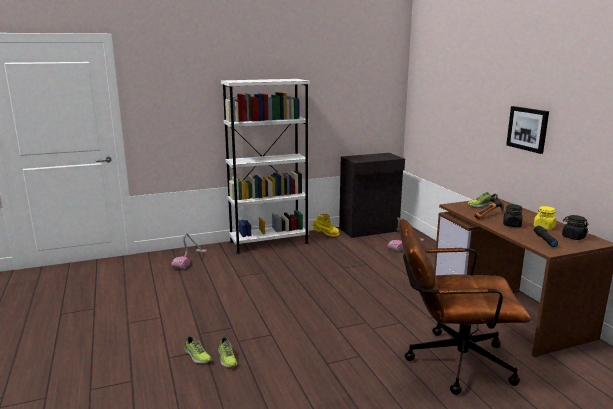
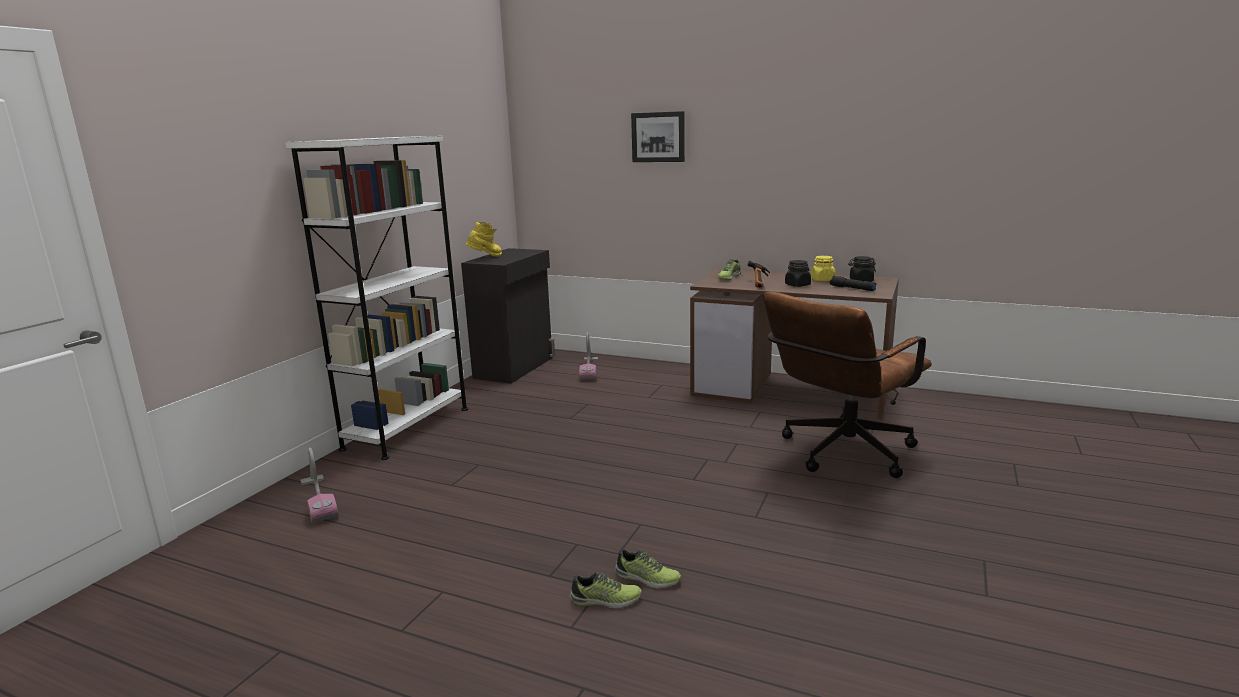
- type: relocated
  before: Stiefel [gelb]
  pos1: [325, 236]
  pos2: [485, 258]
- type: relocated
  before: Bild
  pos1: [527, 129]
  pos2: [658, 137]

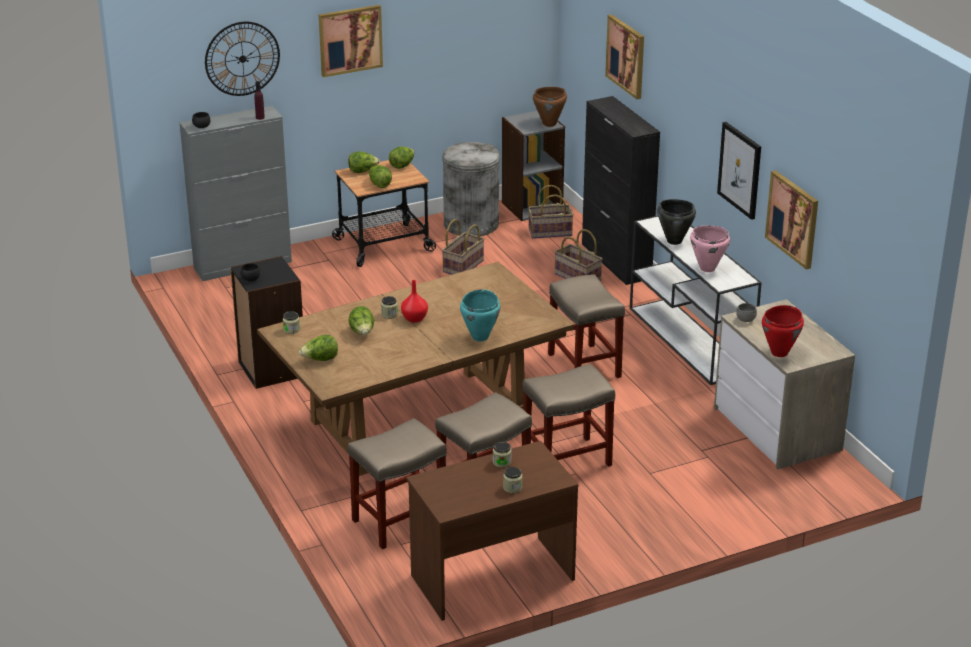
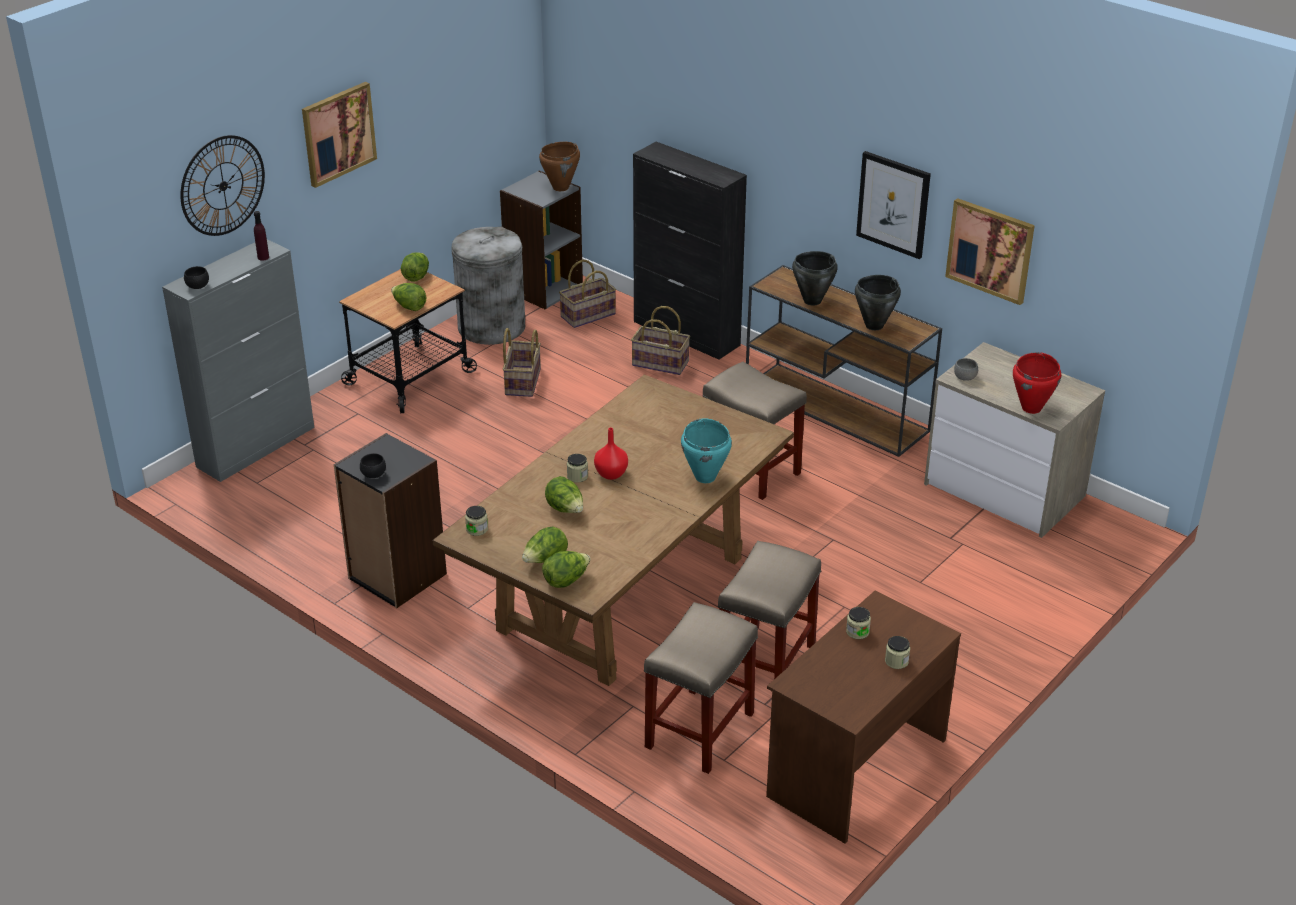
- type: missing
  before: Hocker [beige]
  pos1: [566, 460]
- type: missing
  before: Bild
  pos1: [626, 56]
- type: relocated
  before: Salatkopf
  pos1: [363, 171]
  pos2: [566, 580]
- type: colour
  before: Konsolentisch [weiß]
  after: Konsolentisch [braun]
  pos1: [690, 341]
  pos2: [837, 409]
- type: colour
  before: Kochtopf [rosa]
  after: Kochtopf [schwarz]
  pos1: [707, 268]
  pos2: [873, 325]

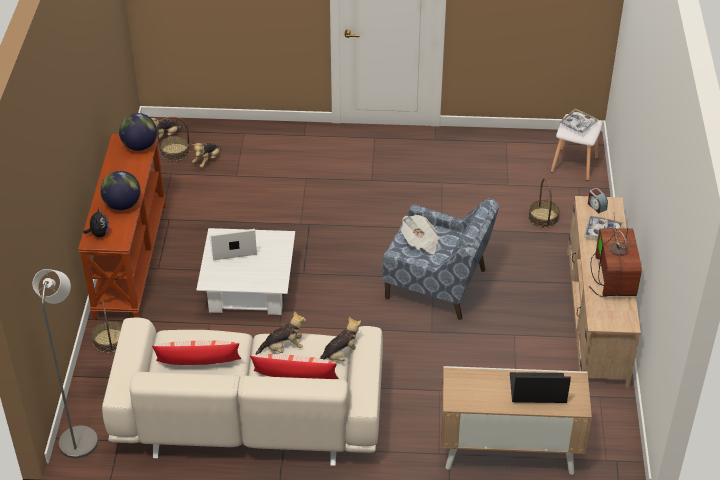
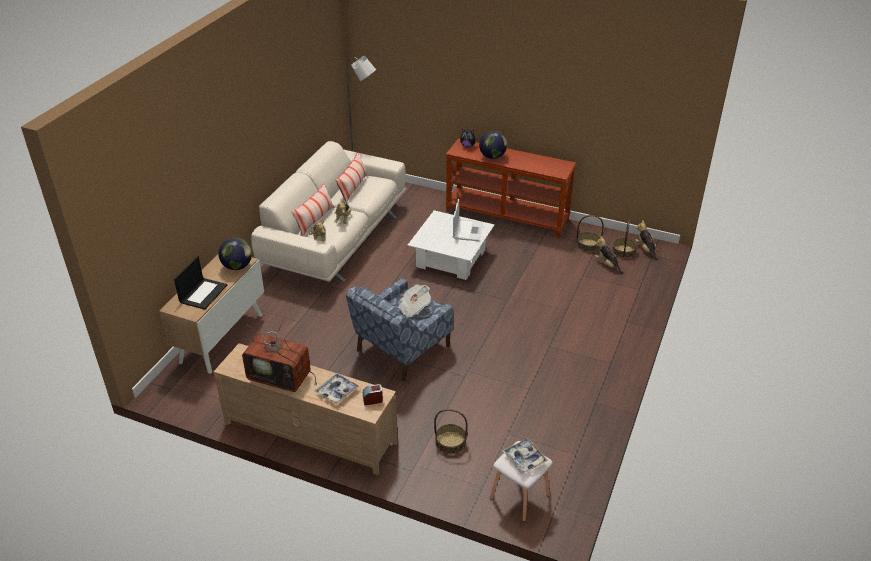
- type: relocated
  before: Korb
  pos1: [110, 340]
  pos2: [588, 245]
- type: relocated
  before: Globus
  pos1: [140, 146]
  pos2: [237, 266]

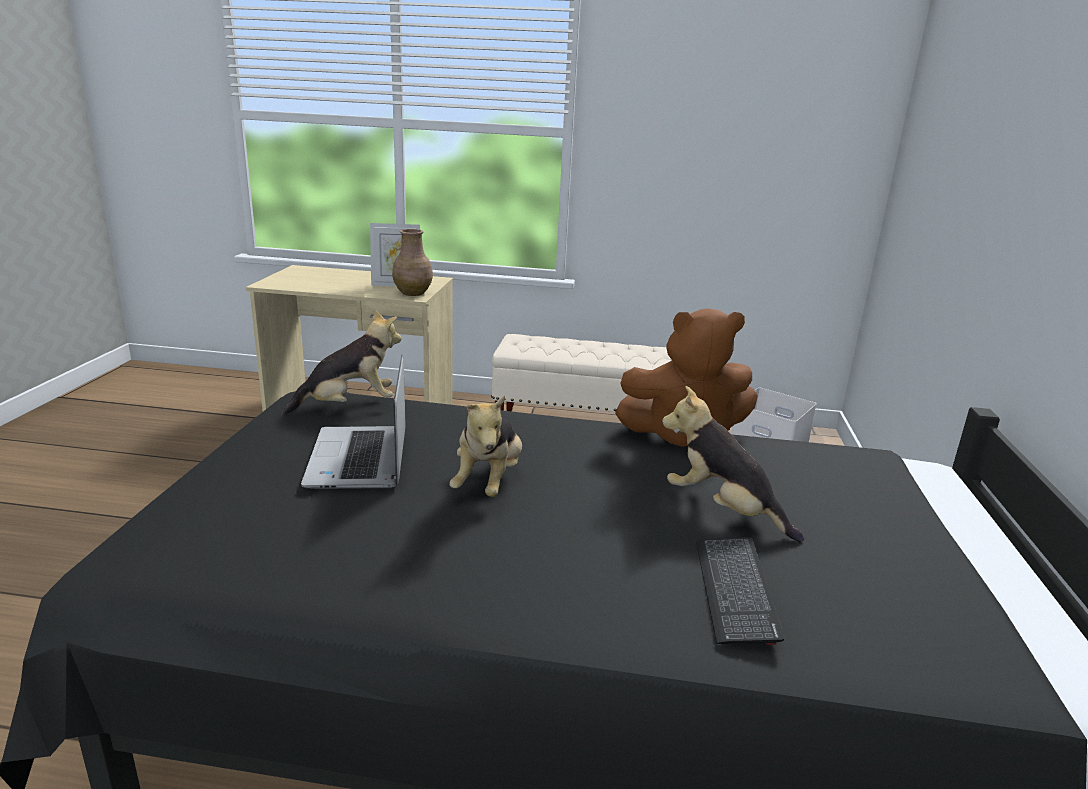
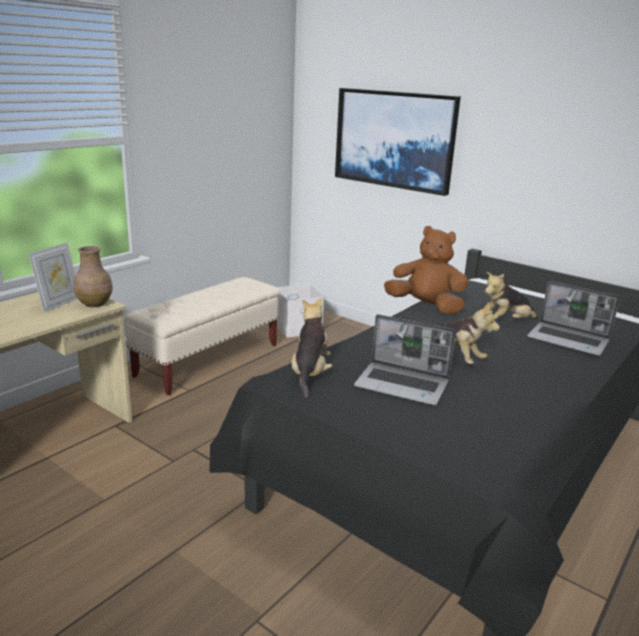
- type: appeared
  after: Bild
  pos2: [394, 139]
- type: exchanged
  before: Tastatur
  after: Laptop
  pos1: [735, 590]
  pos2: [569, 340]
- type: spun
  before: Plüschtier [braun]
  pos1: [684, 436]
  pos2: [426, 306]
  turn: -90

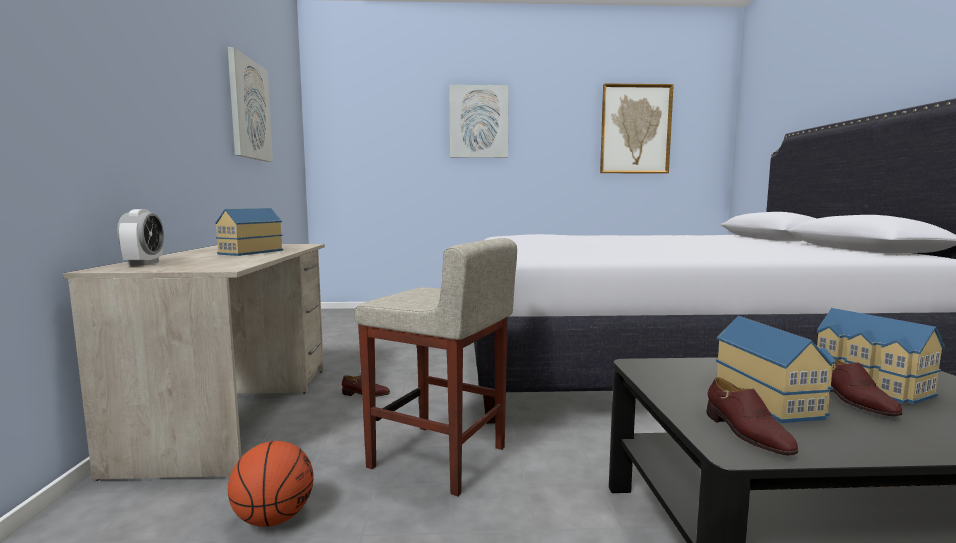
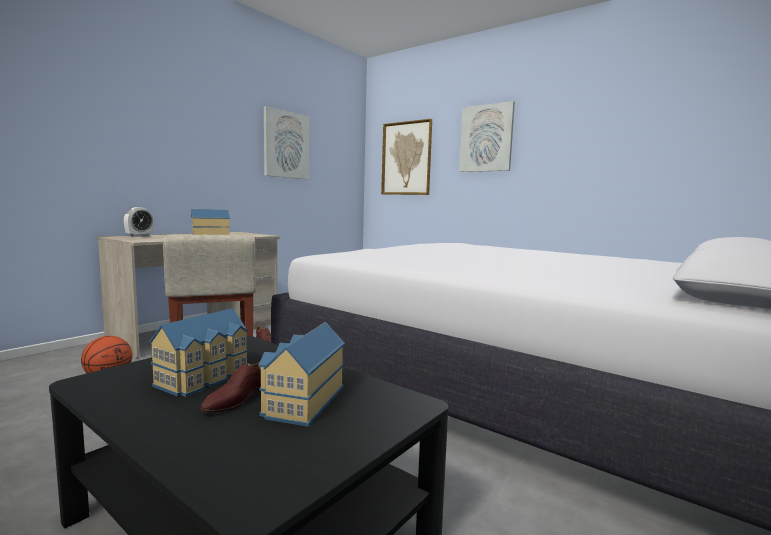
- type: missing
  before: Schuh [braun]
  pos1: [746, 433]
- type: relocated
  before: Bild
  pos1: [635, 129]
  pos2: [406, 158]

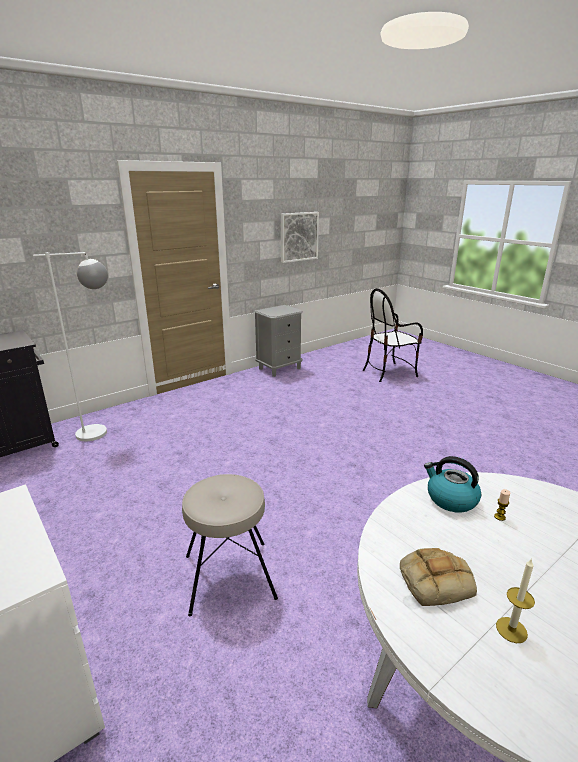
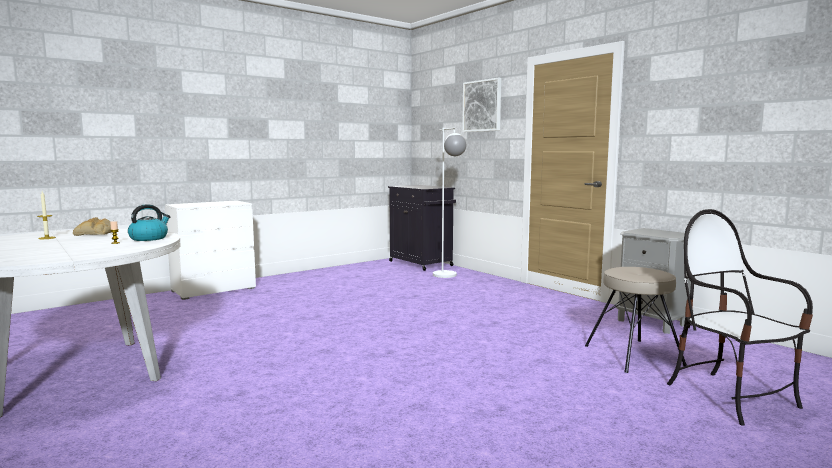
- type: relocated
  before: Hocker [beige]
  pos1: [229, 575]
  pos2: [634, 355]
- type: relocated
  before: Bild
  pos1: [298, 236]
  pos2: [482, 106]

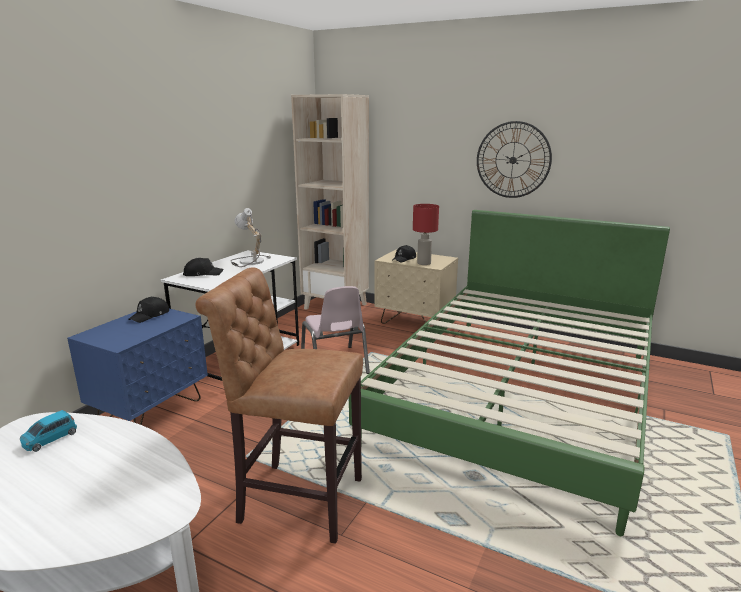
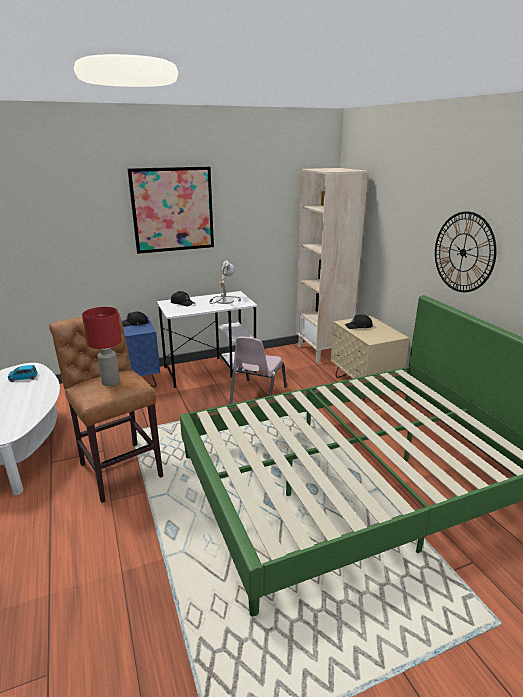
- type: appeared
  after: Bild
  pos2: [172, 210]
- type: relocated
  before: Tischlampe [rot]
  pos1: [423, 263]
  pos2: [110, 382]

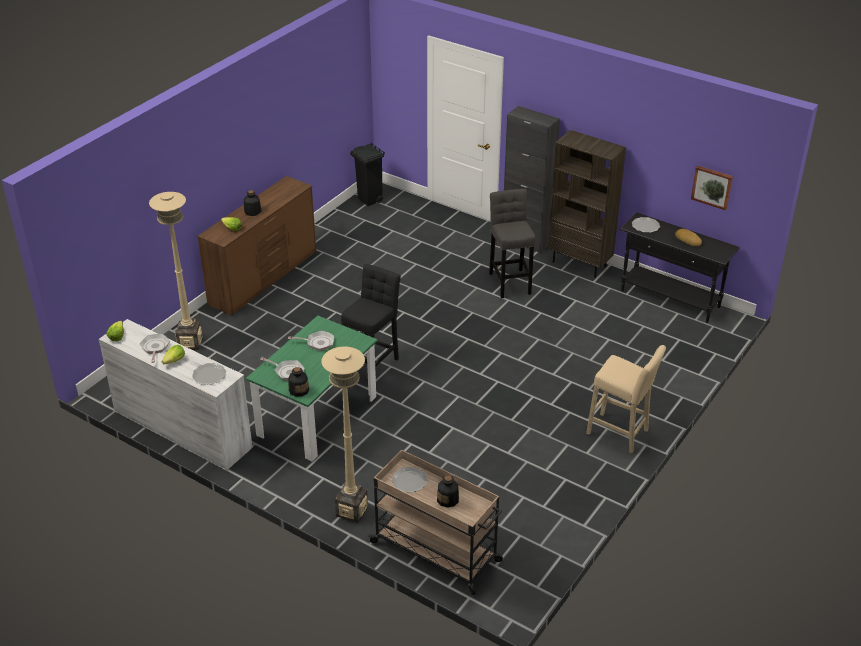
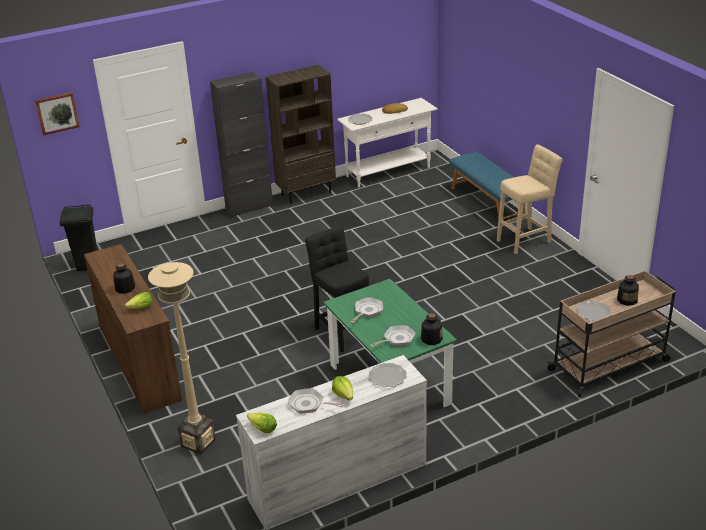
- type: missing
  before: Stehlampe [beige]
  pos1: [351, 511]
- type: missing
  before: Hocker [grau]
  pos1: [510, 281]
- type: appeared
  after: Bank [blau]
  pos2: [488, 203]
- type: relocated
  before: Bild
  pos1: [712, 187]
  pos2: [57, 113]
- type: colour
  before: Konsolentisch [schwarz]
  after: Konsolentisch [weiß]
  pos1: [670, 299]
  pos2: [388, 172]

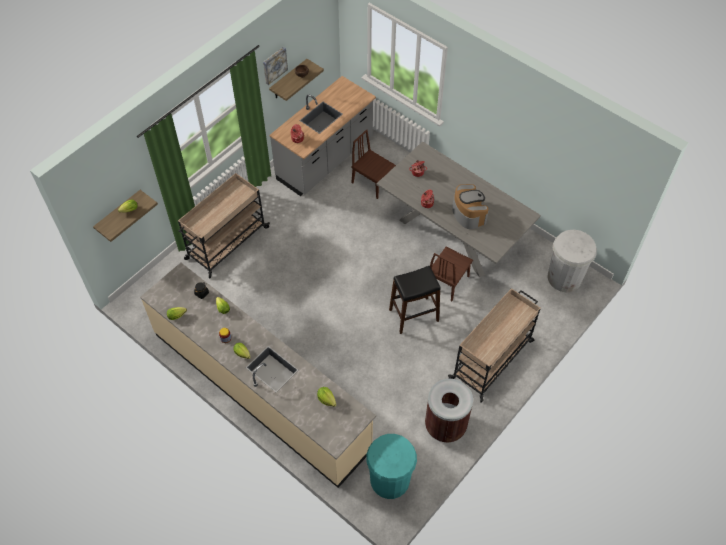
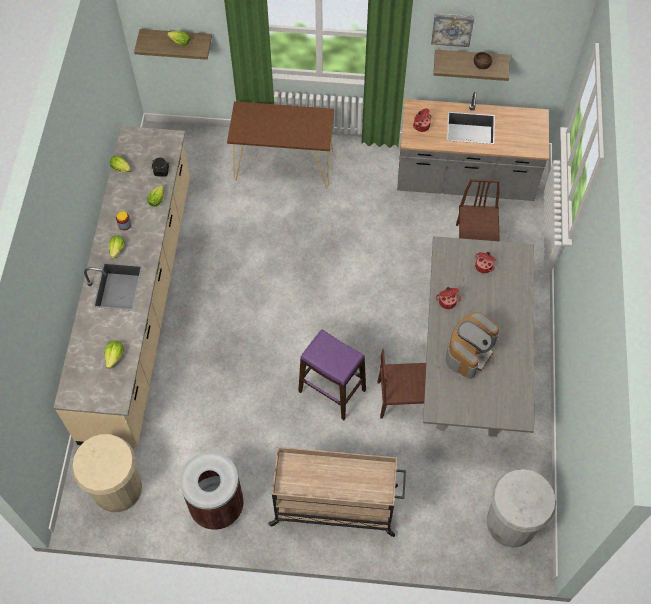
- type: exchanged
  before: Rollwagen [beige]
  after: Konsolentisch [braun]
  pos1: [226, 244]
  pos2: [284, 165]
- type: colour
  before: Mülleimer [türkis]
  after: Mülleimer [beige]
  pos1: [390, 480]
  pos2: [117, 488]
- type: colour
  before: Hocker [schwarz]
  after: Hocker [lila]
  pos1: [413, 315]
  pos2: [331, 391]

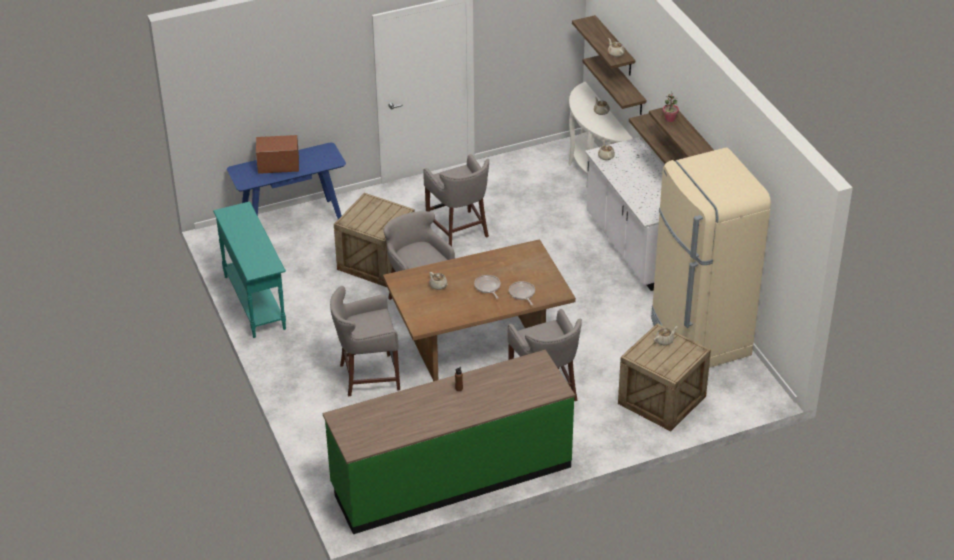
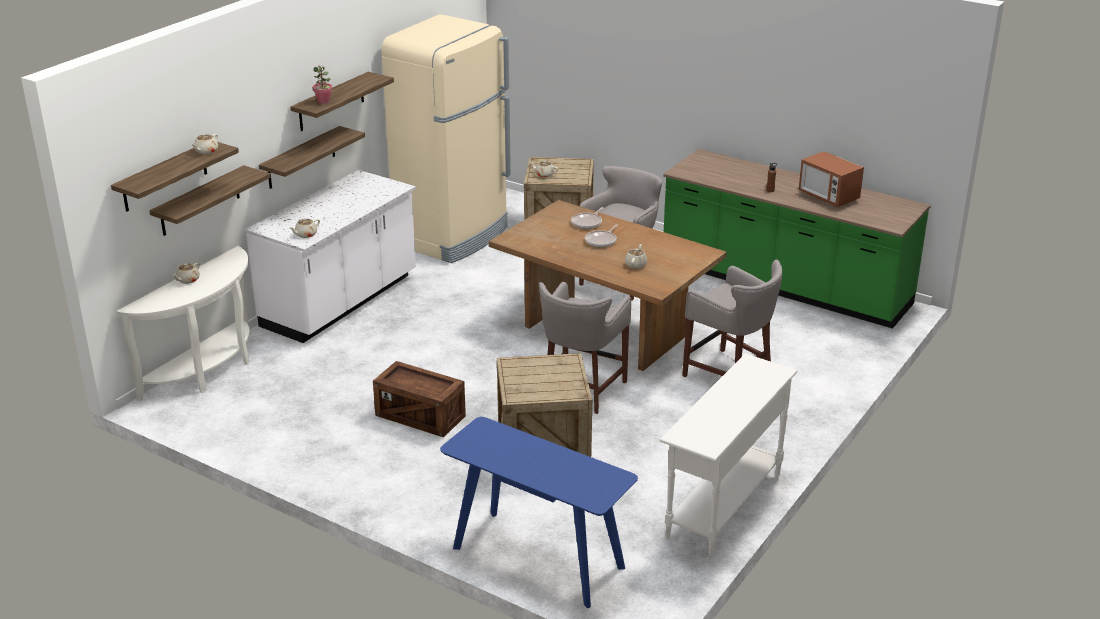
- type: relocated
  before: Mikrowelle
  pos1: [278, 167]
  pos2: [828, 197]
- type: exchanged
  before: Hocker [grau]
  after: Kiste
  pos1: [459, 231]
  pos2: [420, 416]
- type: colour
  before: Konsolentisch [türkis]
  after: Konsolentisch [weiß]
  pos1: [255, 302]
  pos2: [723, 505]

